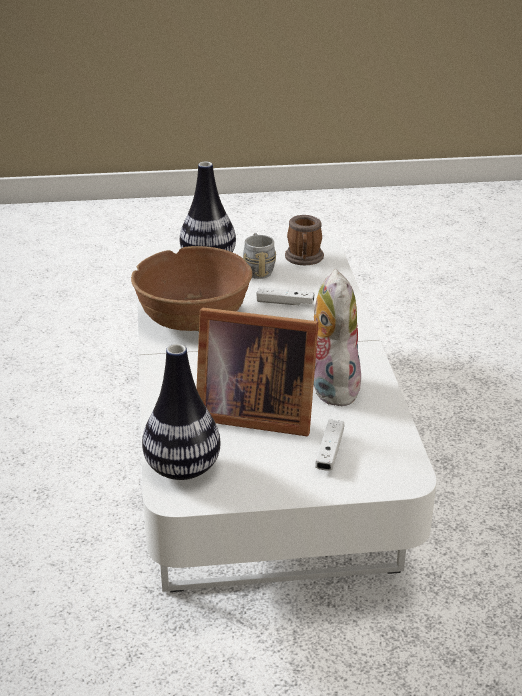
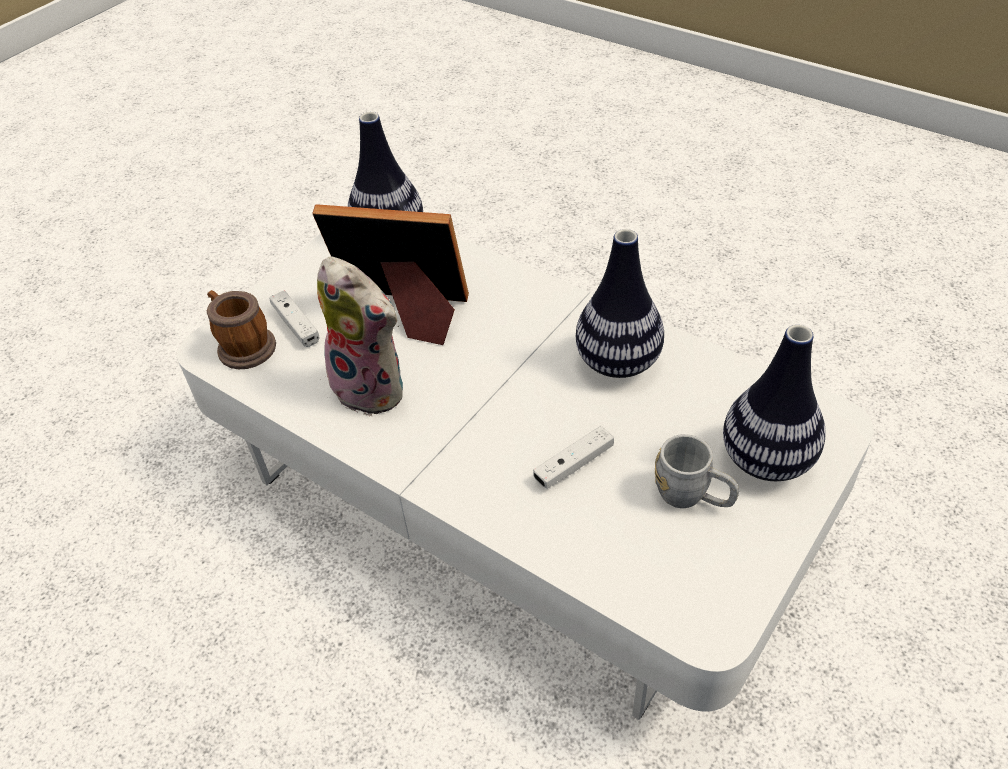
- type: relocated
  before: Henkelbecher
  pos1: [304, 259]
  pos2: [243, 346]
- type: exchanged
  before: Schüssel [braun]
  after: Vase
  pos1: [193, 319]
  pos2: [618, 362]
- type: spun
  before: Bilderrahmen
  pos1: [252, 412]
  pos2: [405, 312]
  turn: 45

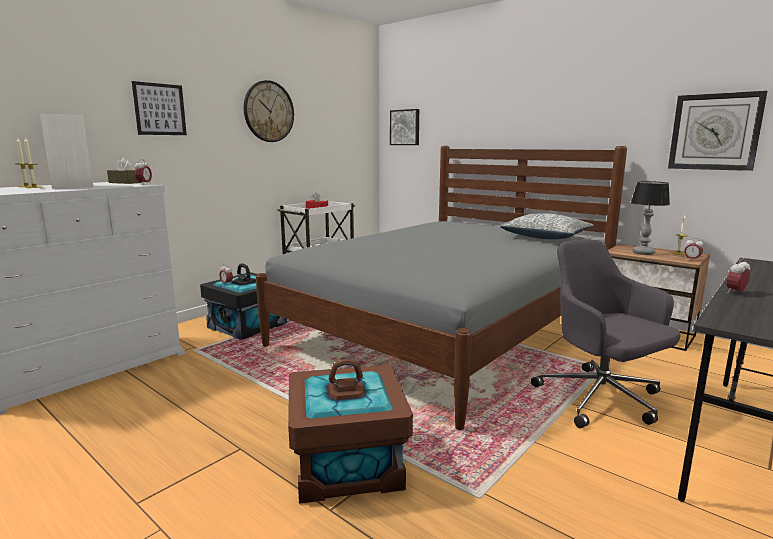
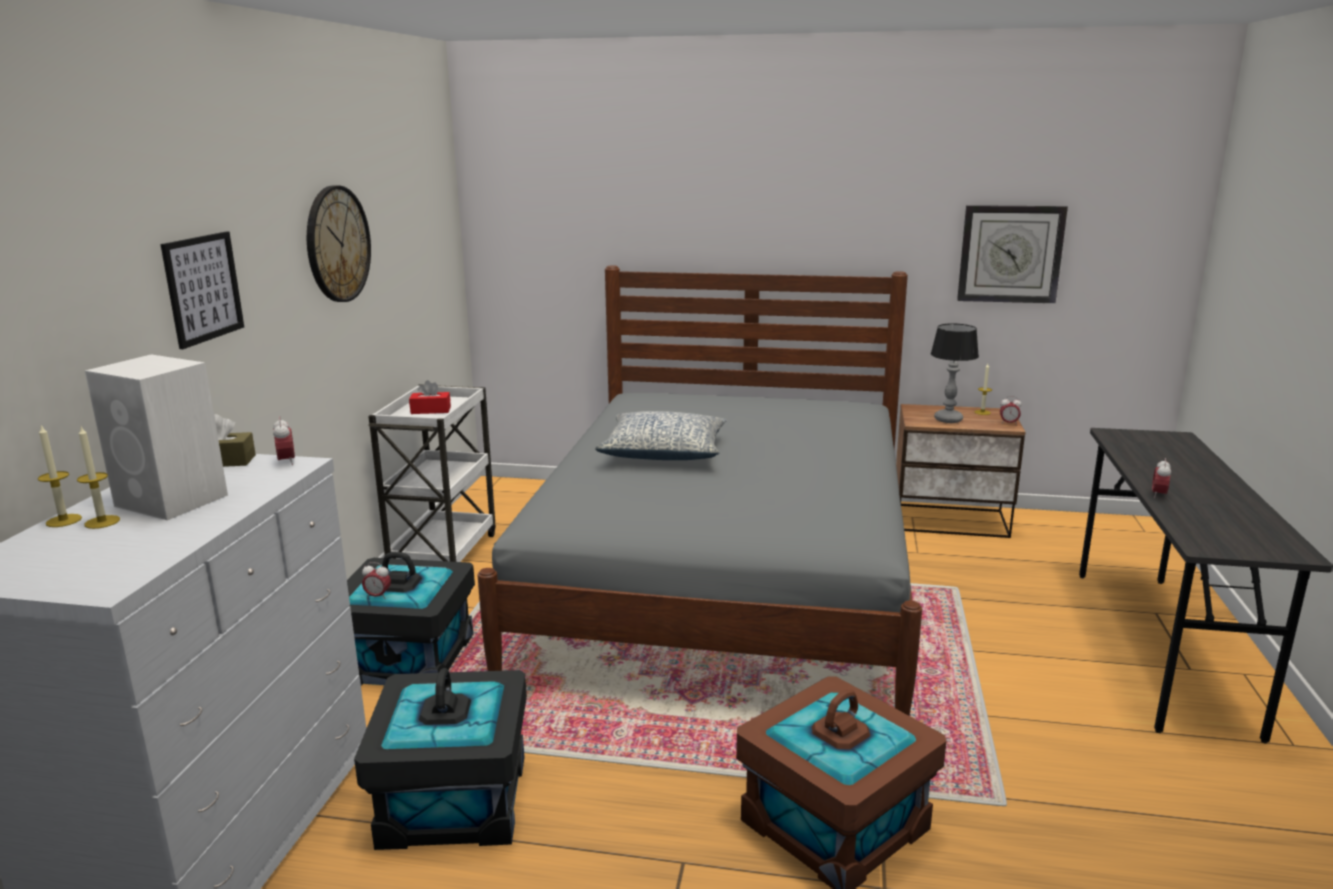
- type: missing
  before: Bild
  pos1: [405, 127]
- type: missing
  before: Bürostuhl [grau]
  pos1: [601, 399]
- type: appeared
  after: Aufbewahrungsbox [schwarz]
  pos2: [453, 800]
- type: relocated
  before: Kissen
  pos1: [546, 237]
  pos2: [664, 452]

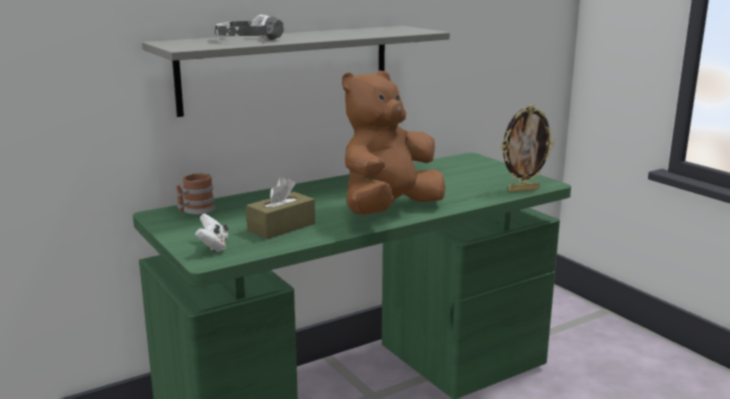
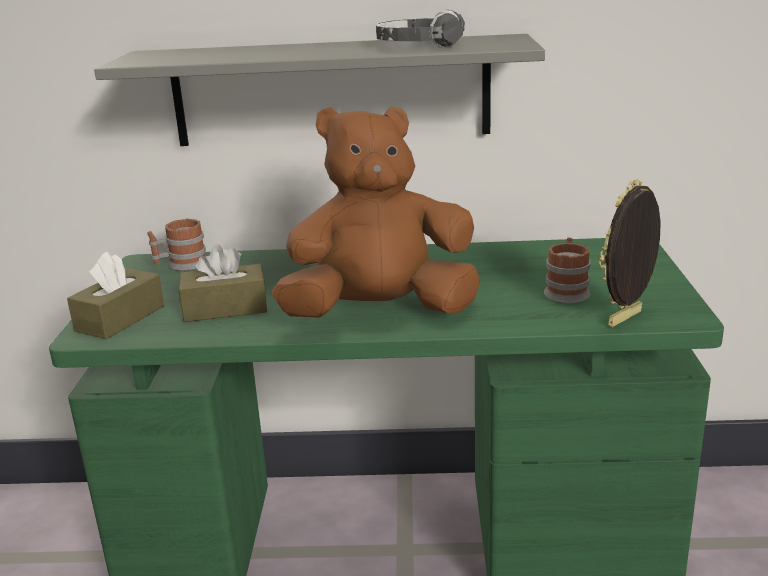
- type: appeared
  after: Henkelbecher
  pos2: [567, 291]
- type: relocated
  before: Kopfhörer
  pos1: [248, 39]
  pos2: [420, 45]
- type: exchanged
  before: Gamepad [weiß]
  after: Taschentuchbox [braun]
  pos1: [213, 246]
  pos2: [120, 318]
- type: spun
  before: Bilderrahmen
  pos1: [523, 189]
  pos2: [627, 319]
  turn: 120

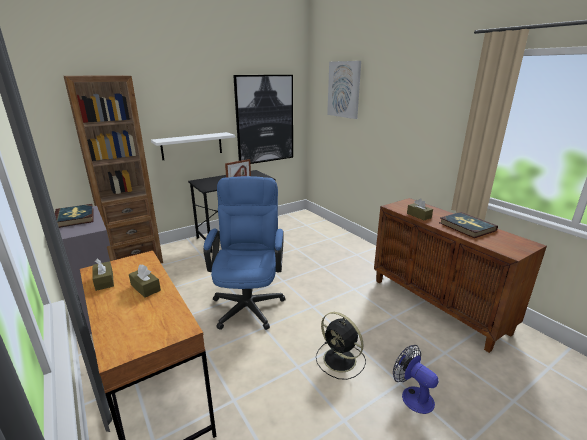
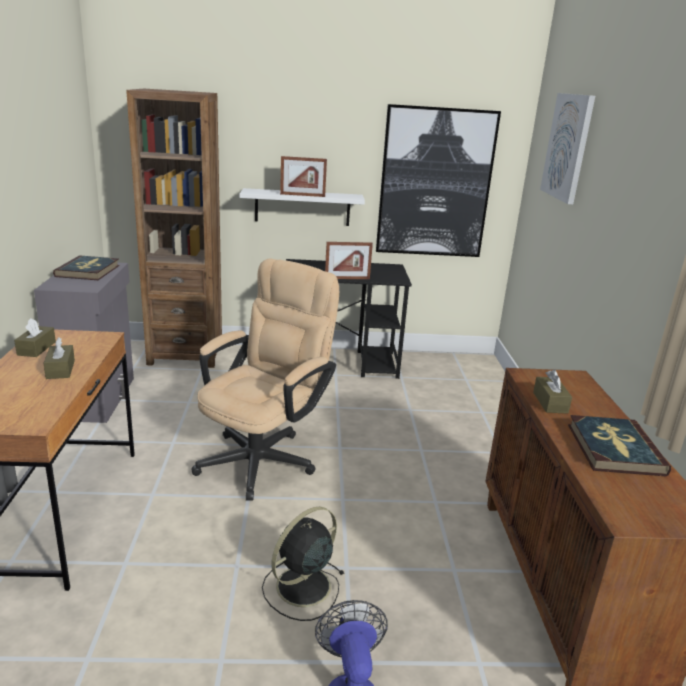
- type: appeared
  after: Bilderrahmen
  pos2: [302, 195]
- type: colour
  before: Bürostuhl [blau]
  after: Bürostuhl [beige]
  pos1: [249, 302]
  pos2: [264, 457]
- type: spun
  before: Ventilator [schwarz]
  pos1: [341, 360]
  pos2: [301, 587]
  turn: 60

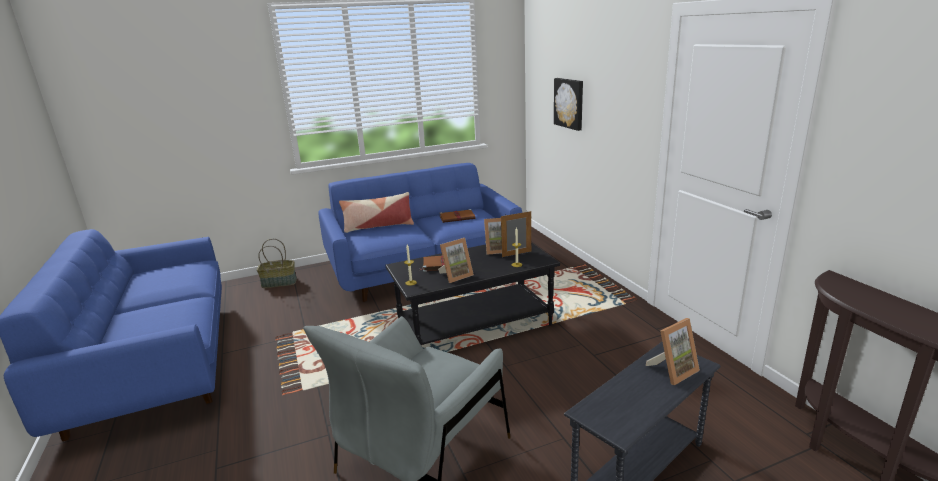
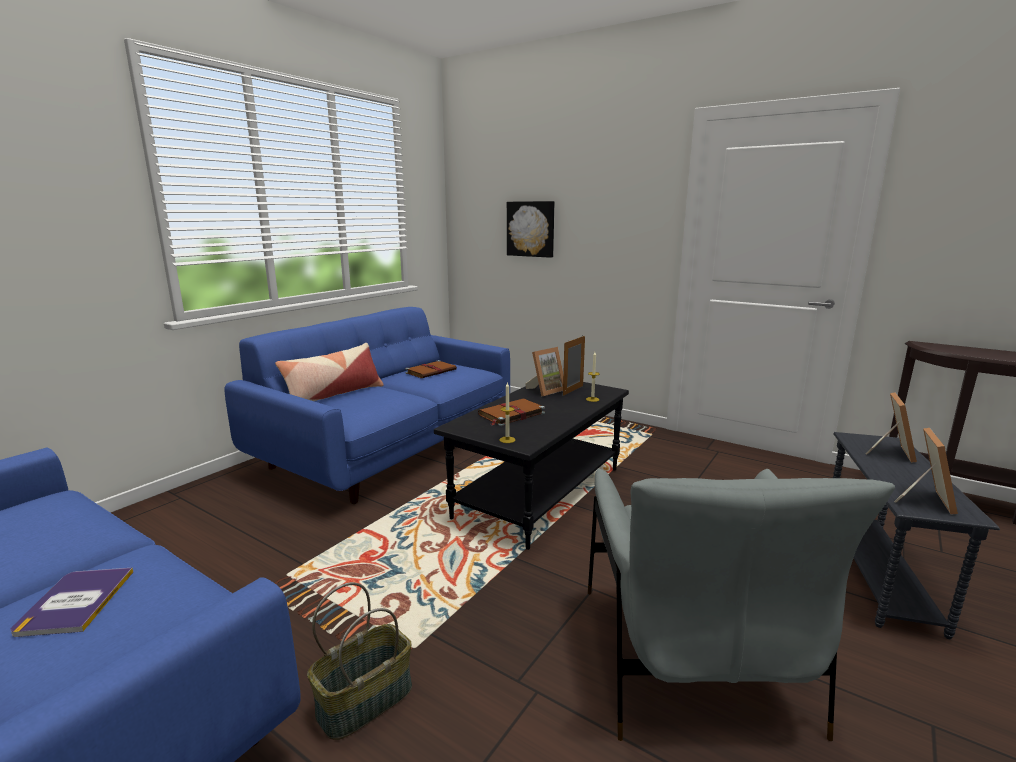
- type: appeared
  after: Buch
  pos2: [75, 602]
- type: relocated
  before: Korb
  pos1: [279, 282]
  pos2: [365, 700]
- type: relocated
  before: Bilderrahmen
  pos1: [455, 276]
  pos2: [923, 499]

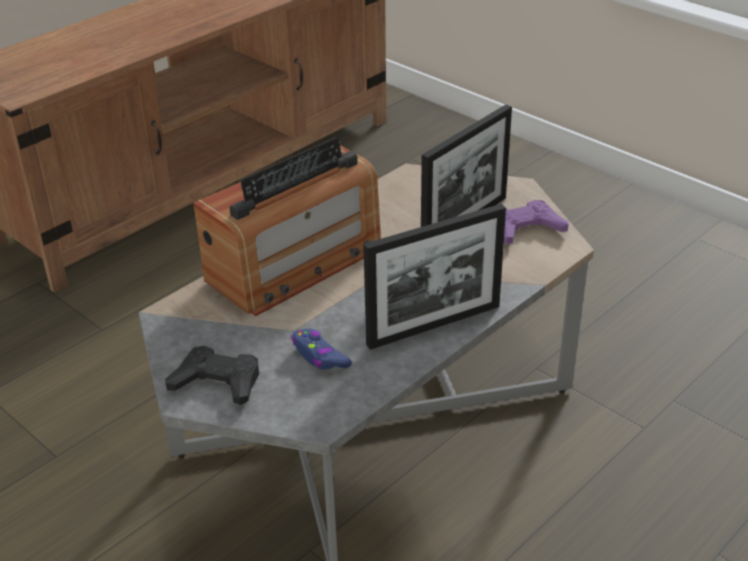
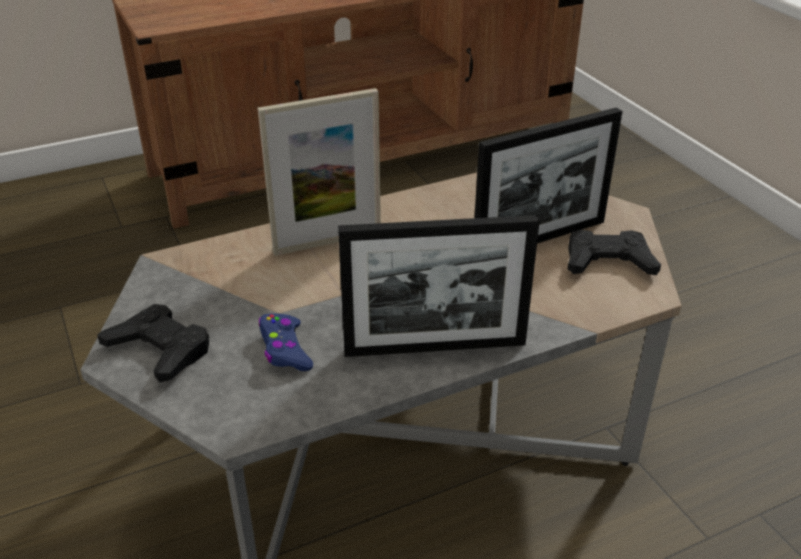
- type: exchanged
  before: Radio
  after: Bilderrahmen
  pos1: [295, 264]
  pos2: [327, 242]
- type: colour
  before: Gamepad [lila]
  after: Gamepad [schwarz]
  pos1: [525, 229]
  pos2: [608, 261]

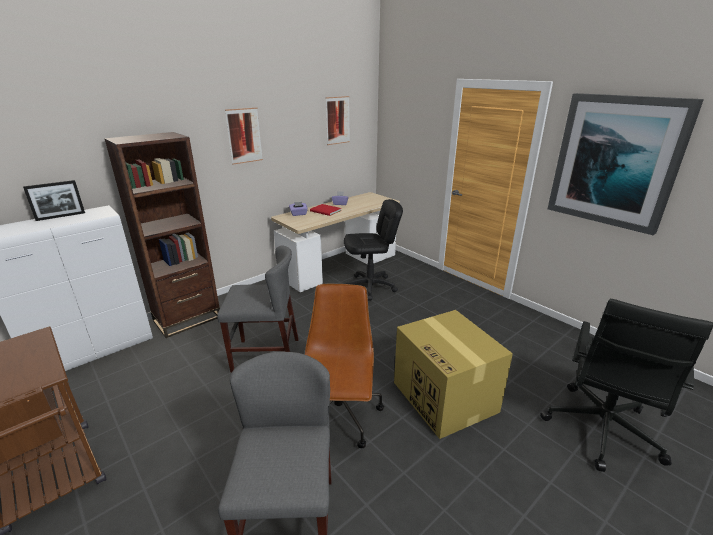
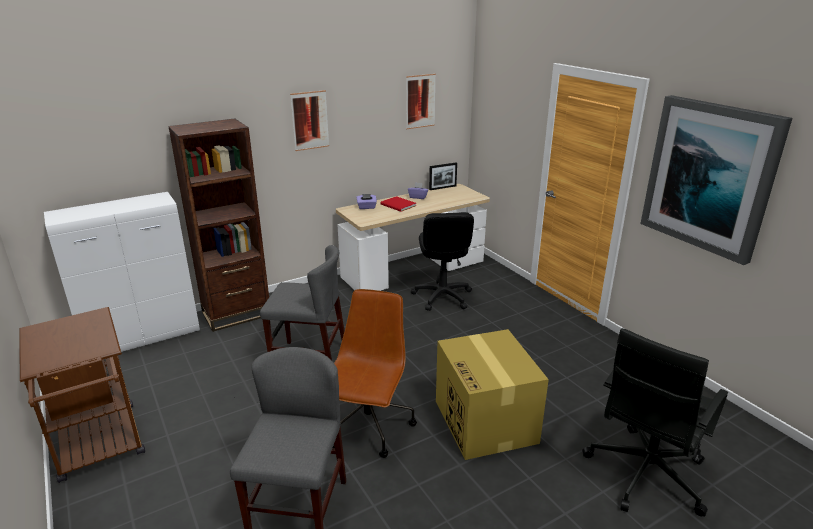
- type: relocated
  before: Bilderrahmen
  pos1: [61, 216]
  pos2: [442, 188]
- type: spun
  before: Bürostuhl [schwarz]
  pos1: [370, 287]
  pos2: [442, 297]
  turn: 90

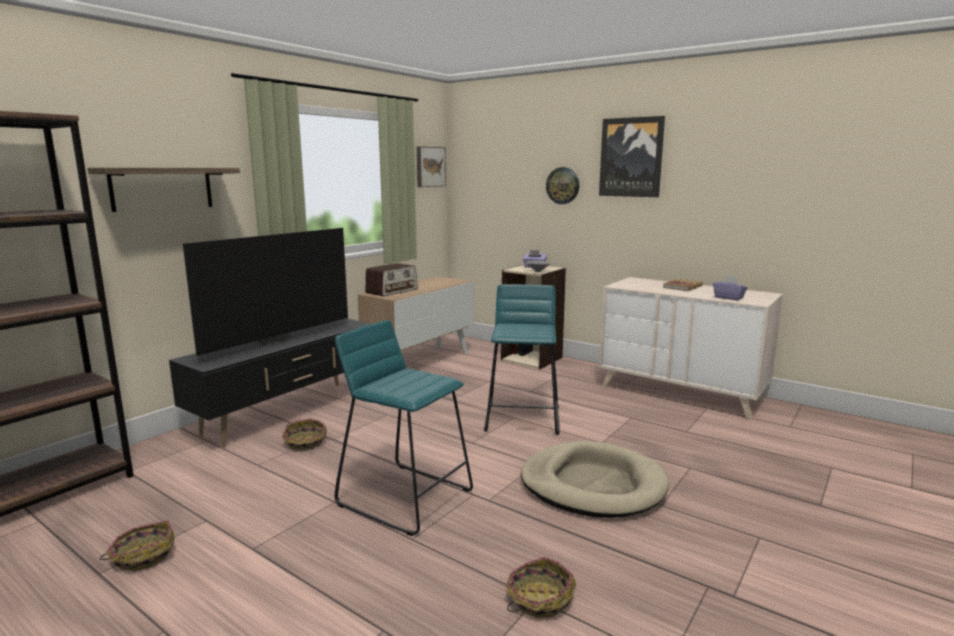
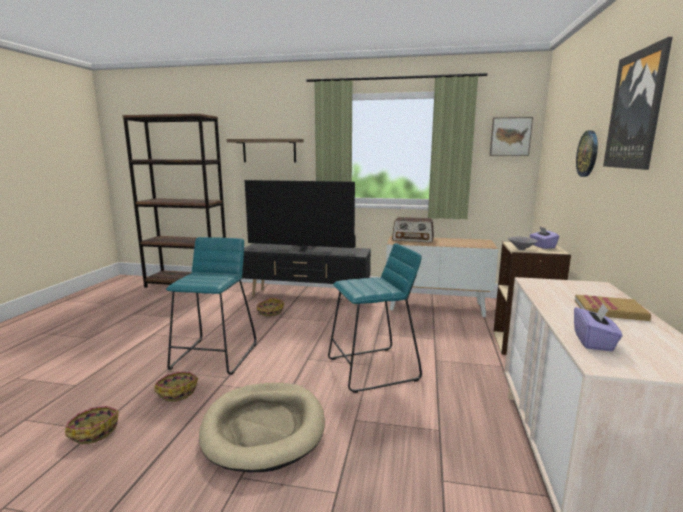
- type: relocated
  before: Korb
  pos1: [143, 555]
  pos2: [177, 391]

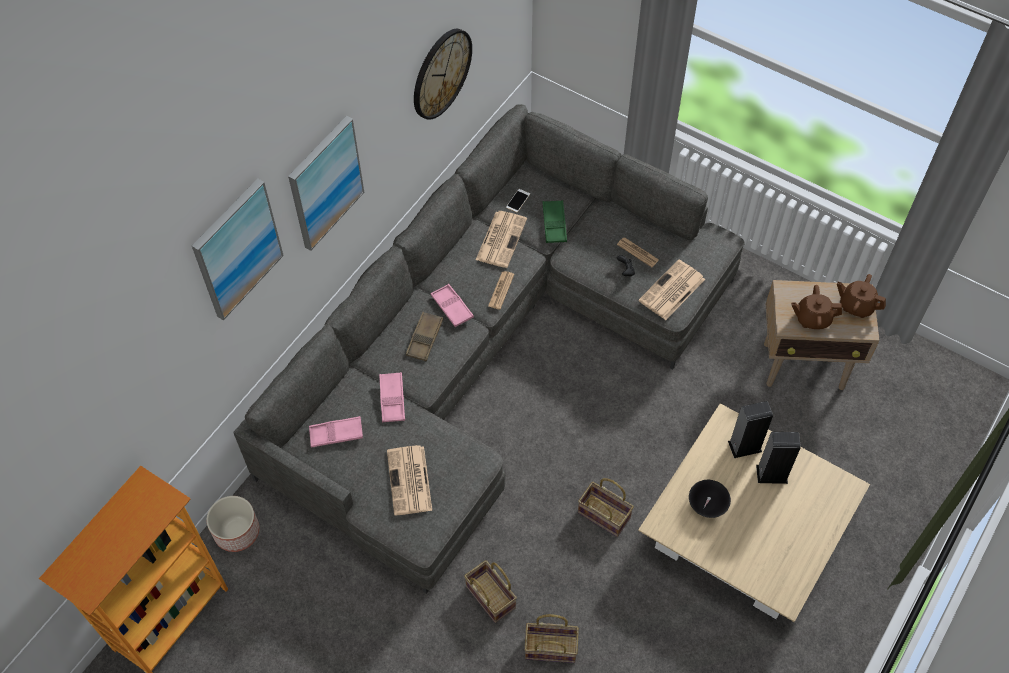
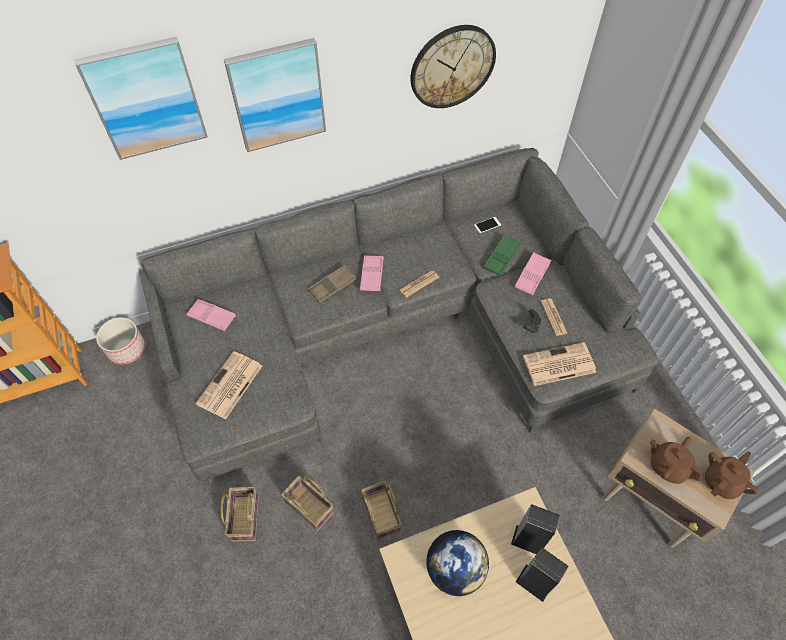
- type: missing
  before: Zeitung
  pos1: [501, 238]
- type: relocated
  before: Tablett [rosa]
  pos1: [392, 399]
  pos2: [532, 276]
- type: relocated
  before: Korb
  pos1: [552, 647]
  pos2: [311, 507]
- type: exchanged
  before: Schüssel [schwarz]
  after: Globus
  pos1: [707, 504]
  pos2: [455, 569]
- type: spun
  before: Teekanne [braun]
  pos1: [856, 306]
  pos2: [722, 481]
  turn: 75

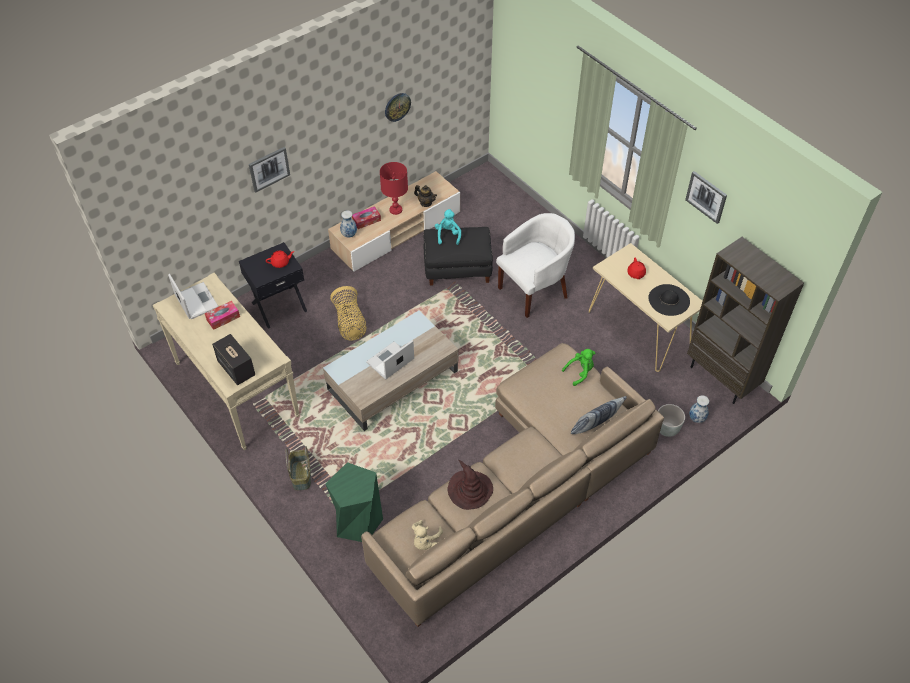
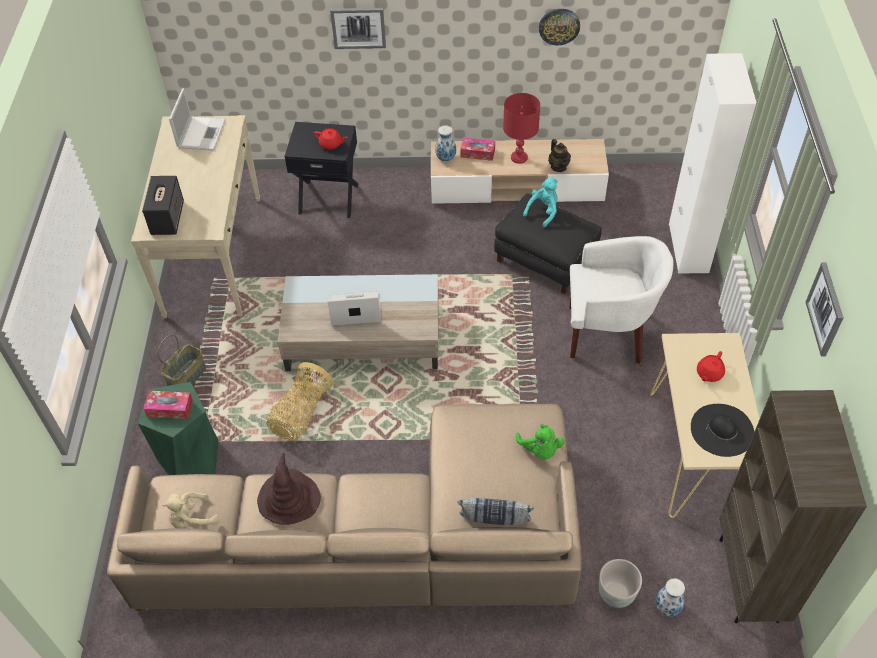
- type: appeared
  after: Schrank [weiß]
  pos2: [688, 248]
- type: relocated
  before: Taschentuchbox
  pos1: [223, 318]
  pos2: [170, 408]
- type: relocated
  before: Korb
  pos1: [350, 323]
  pos2: [301, 414]
- type: spun
  before: Plüschtier [grün]
  pos1: [580, 372]
  pos2: [540, 450]
  turn: 60

